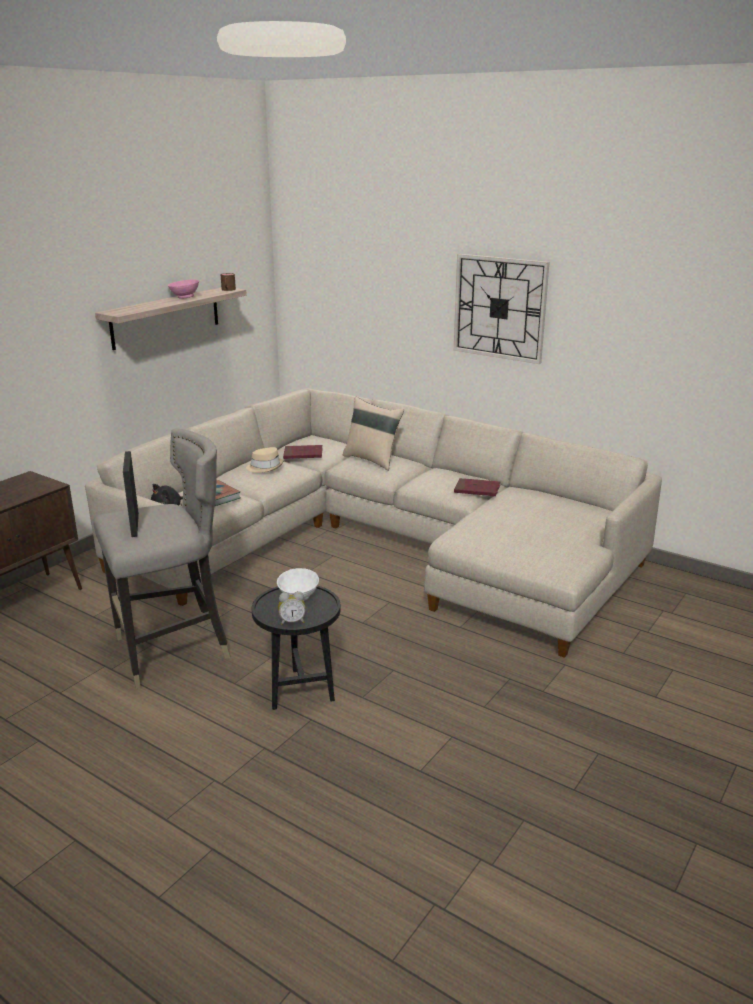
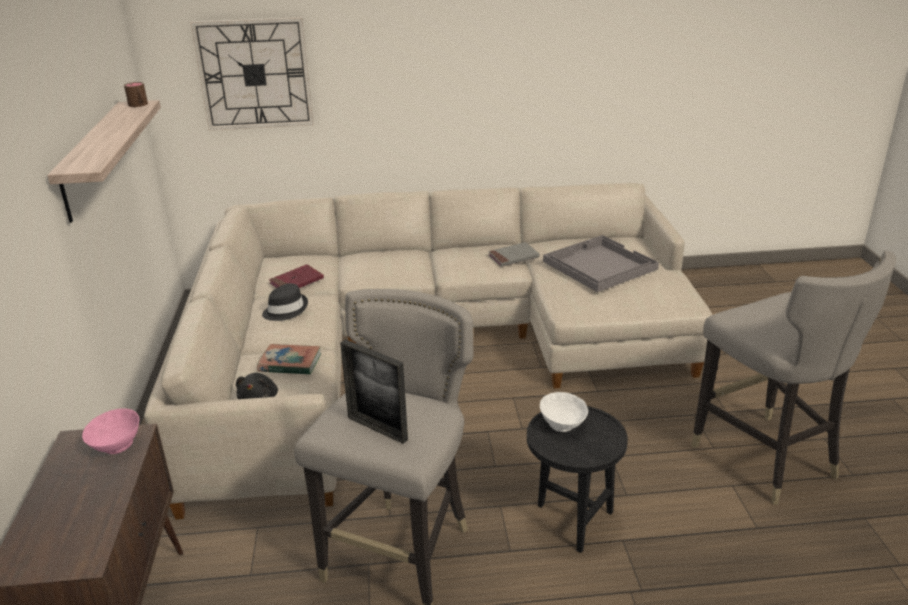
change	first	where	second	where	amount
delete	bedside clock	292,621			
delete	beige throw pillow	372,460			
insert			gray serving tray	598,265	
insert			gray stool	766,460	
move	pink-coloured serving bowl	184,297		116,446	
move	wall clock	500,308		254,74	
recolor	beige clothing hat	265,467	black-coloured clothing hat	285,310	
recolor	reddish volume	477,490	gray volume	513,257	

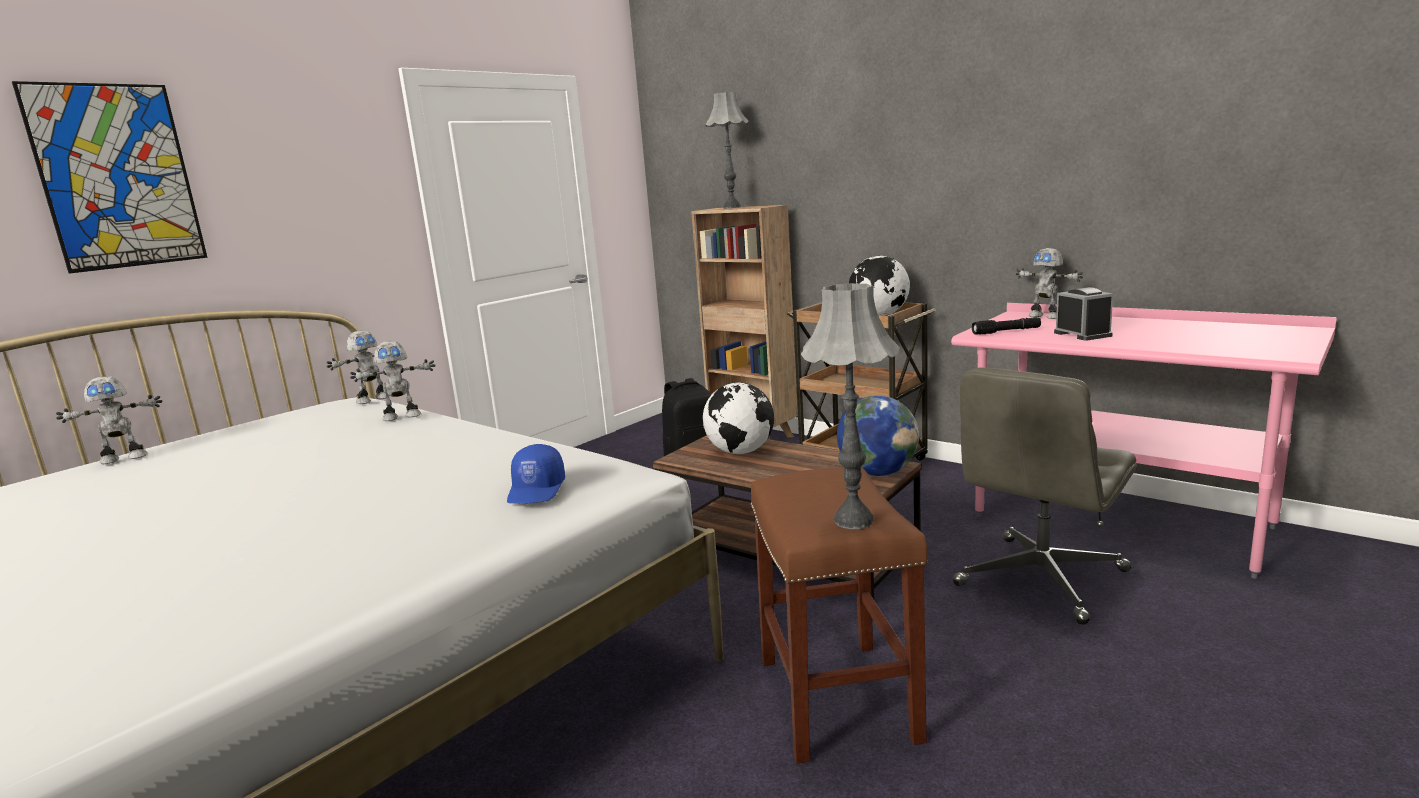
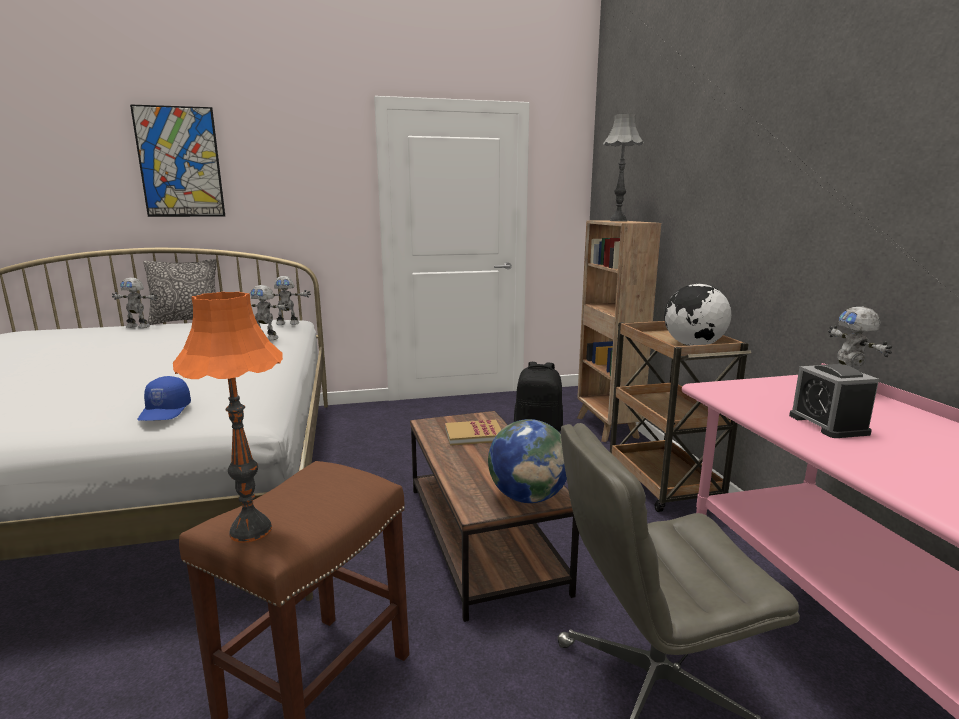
change	first	where	second	where	amount
delete	black-coloured hand torch	1006,331			
insert			throw pillow	187,321	
replace	globe	741,452	volume	473,435	
recolor	gray tabletop lamp	854,521	orange tabletop lamp	250,531	
rotate	blue-coloured peaked cap	537,490		166,411	45 degrees counterclockwise
rotate	bedside clock	1082,334		828,424	150 degrees clockwise

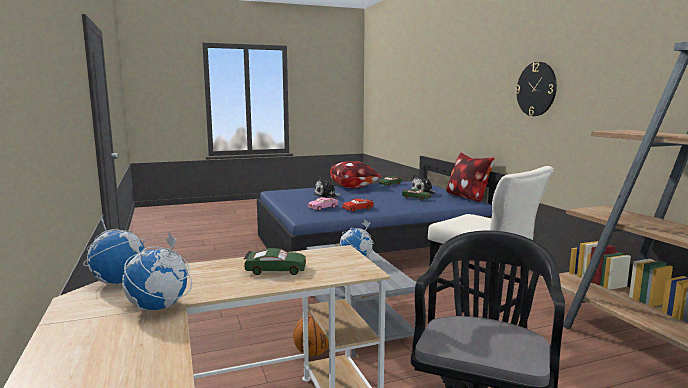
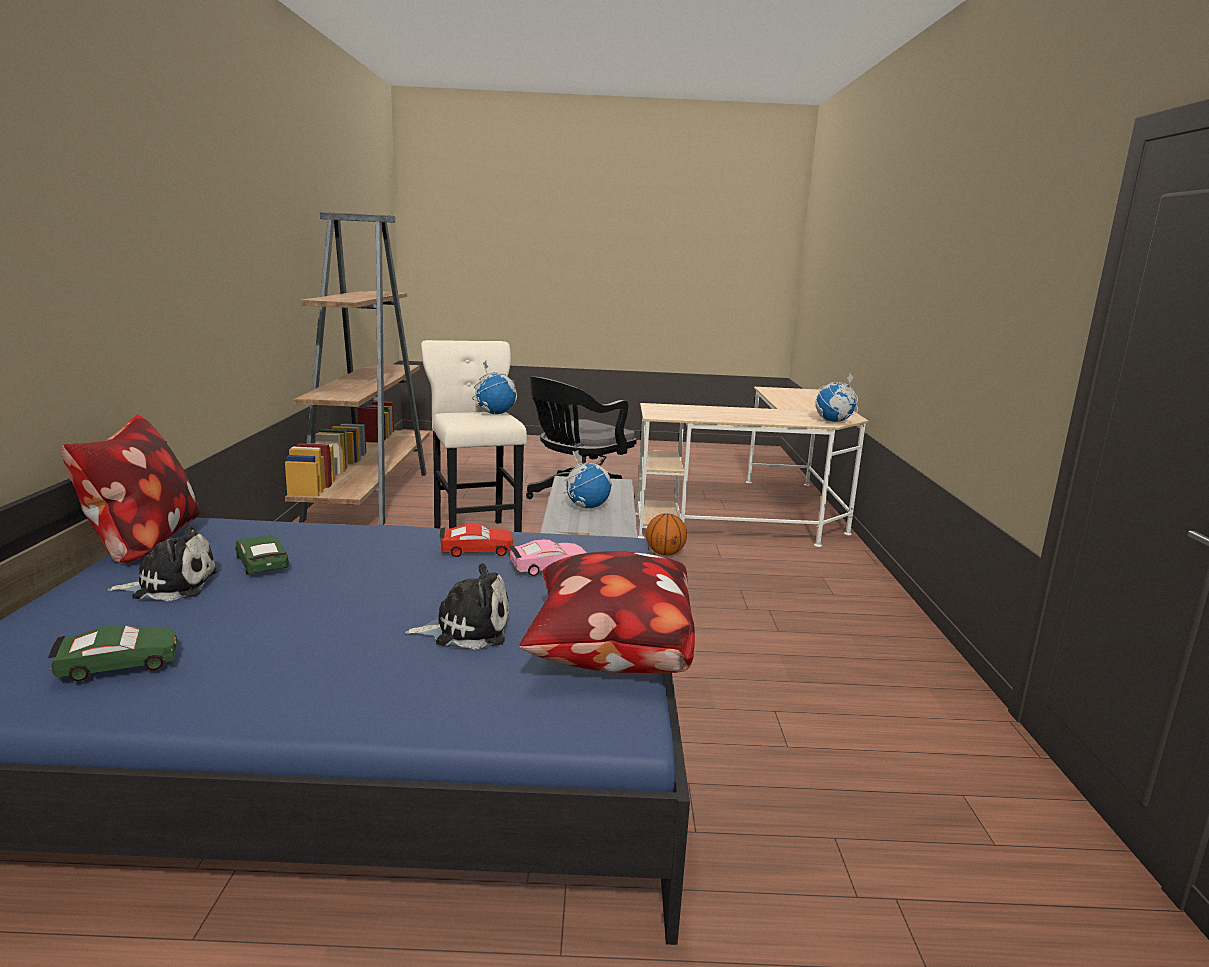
change	first	where	second	where	amount
delete	green model car	275,269			
delete	wall clock	536,89			
move	globe	159,307		495,413	
move	throw pillow	354,187		608,657	

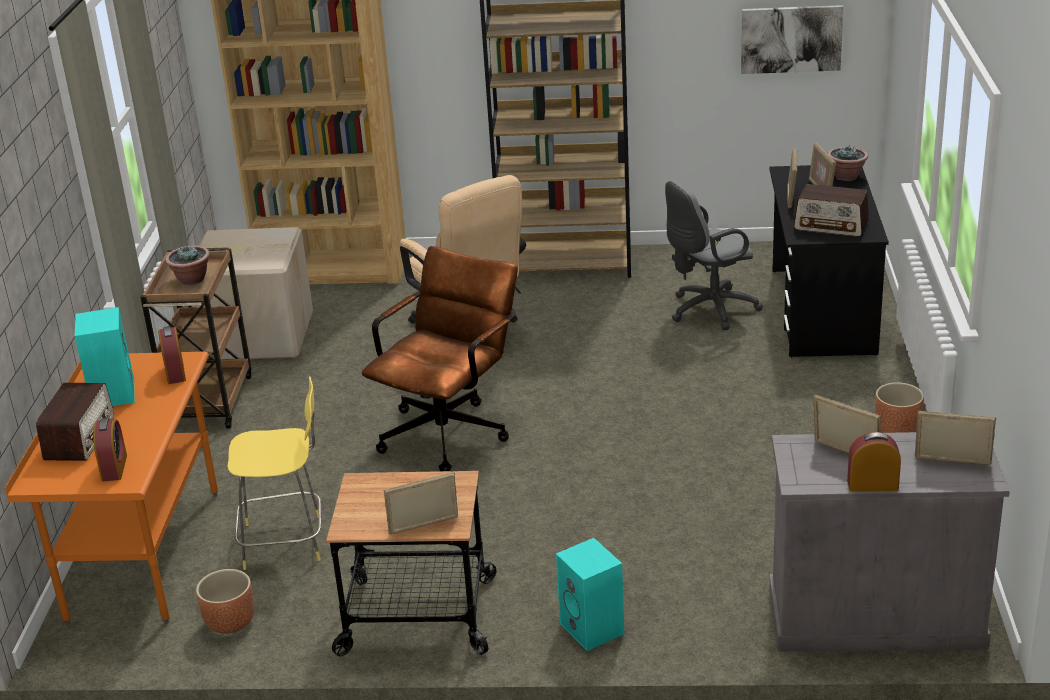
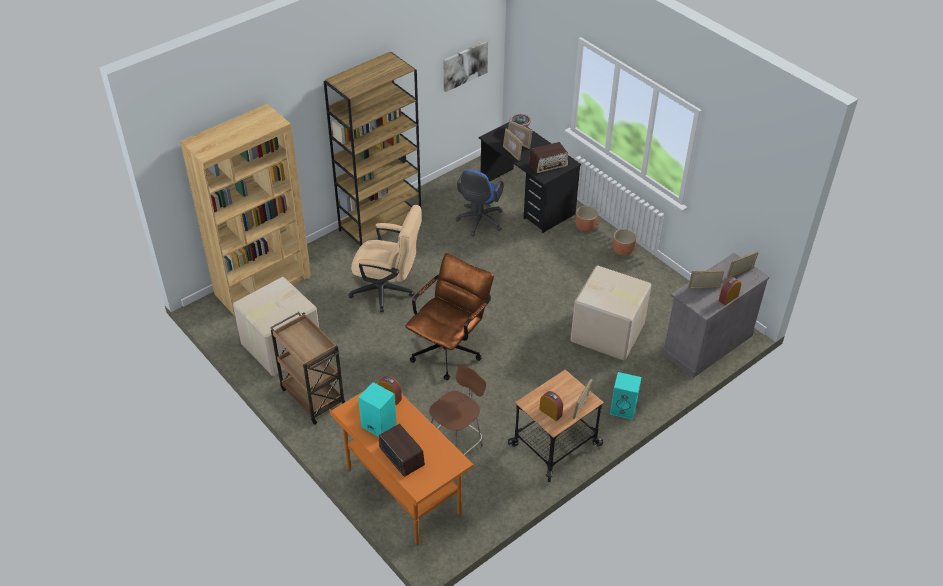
change	first	where	second	where	amount
delete	potted plant	191,280			
insert			carton	608,333	
move	bedside clock	114,467		550,412	
move	brown flower pot	229,622		585,227	
recolor	yellowish stool	286,541	brown stool	456,446	
recolor	gray office chair	708,310	blue-coloured office chair	479,222	
rotate	brown office chair	450,430		450,348	45 degrees clockwise

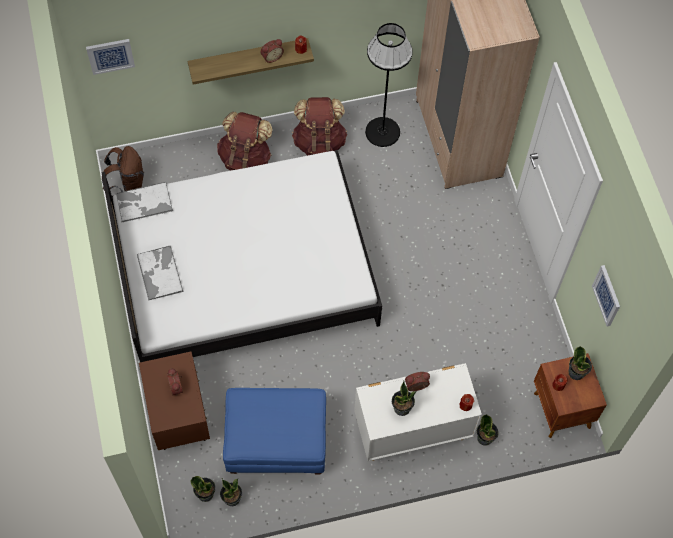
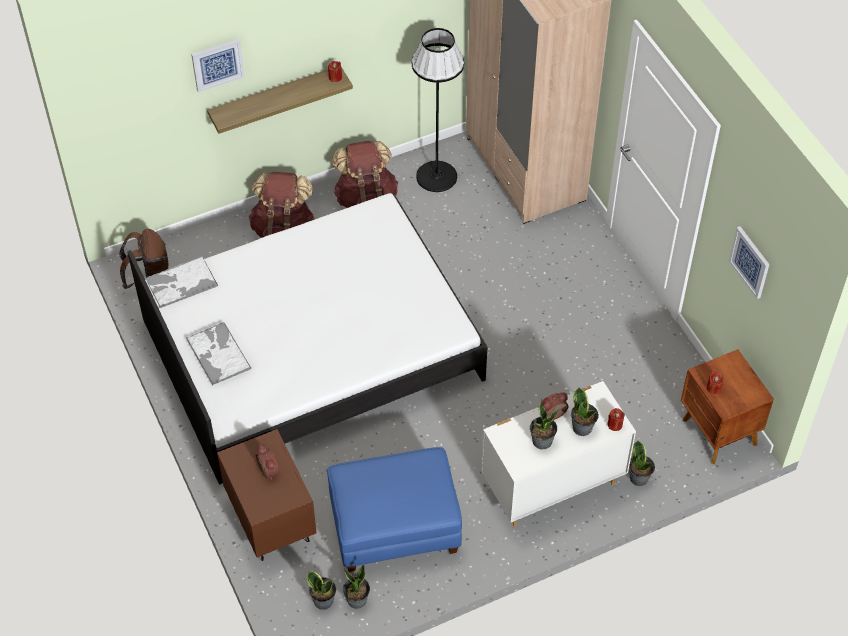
change	first	where	second	where	amount
delete	bedside clock	271,56			
move	wall art	110,55		217,64	
move	potted plant	576,372		582,427	

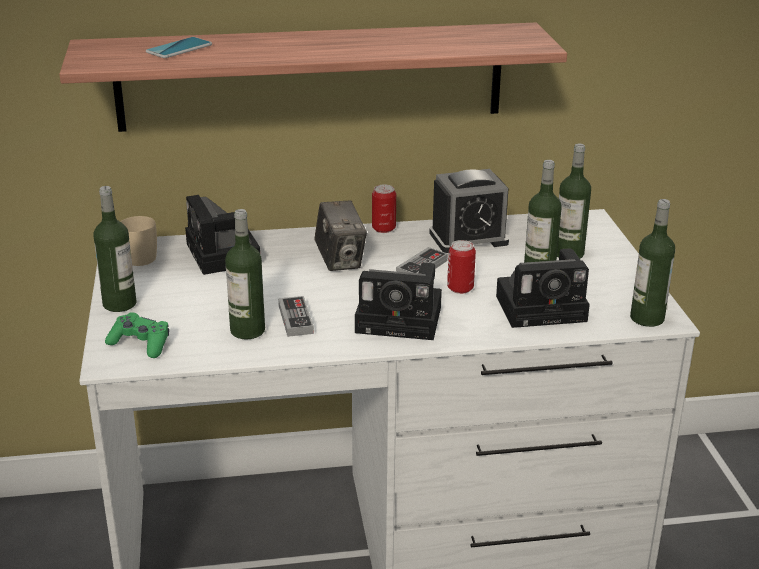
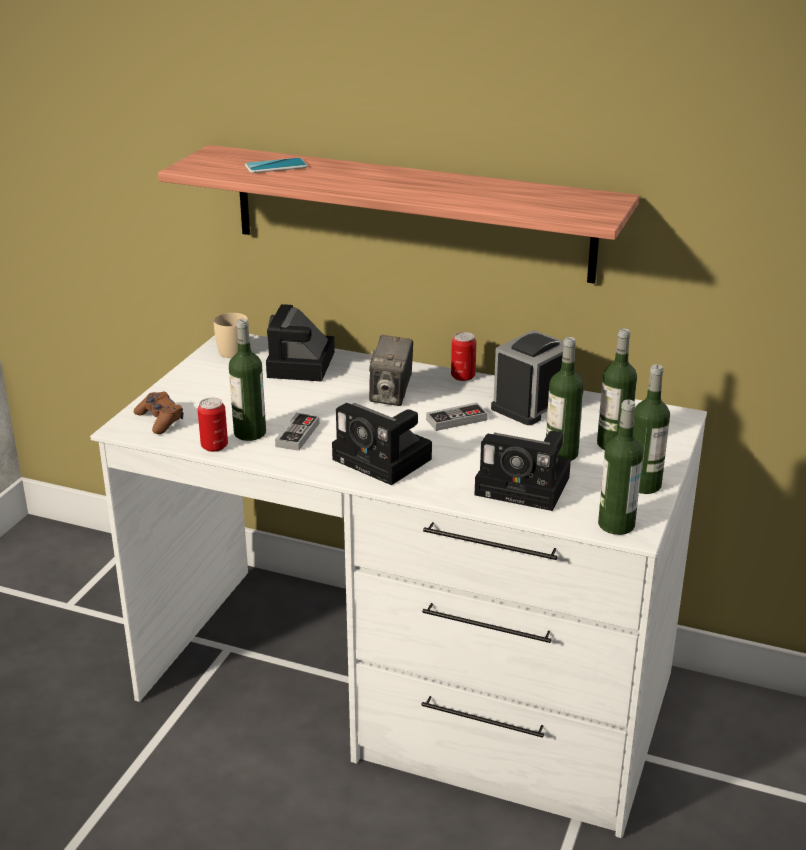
change	first	where	second	where	amount
move	drink bottle	119,304		643,485	
move	metal can	460,288		214,446	
recolor	green game controller	140,344	brown game controller	160,420	
rotate	bedside clock	468,238		532,405	120 degrees clockwise

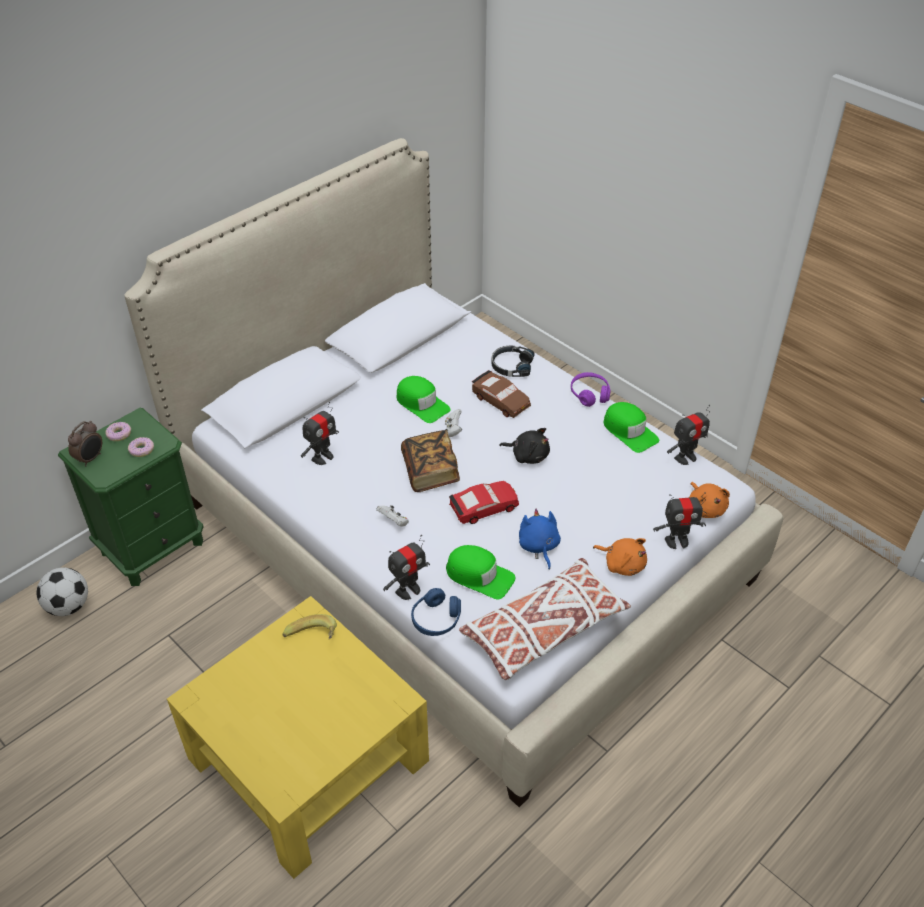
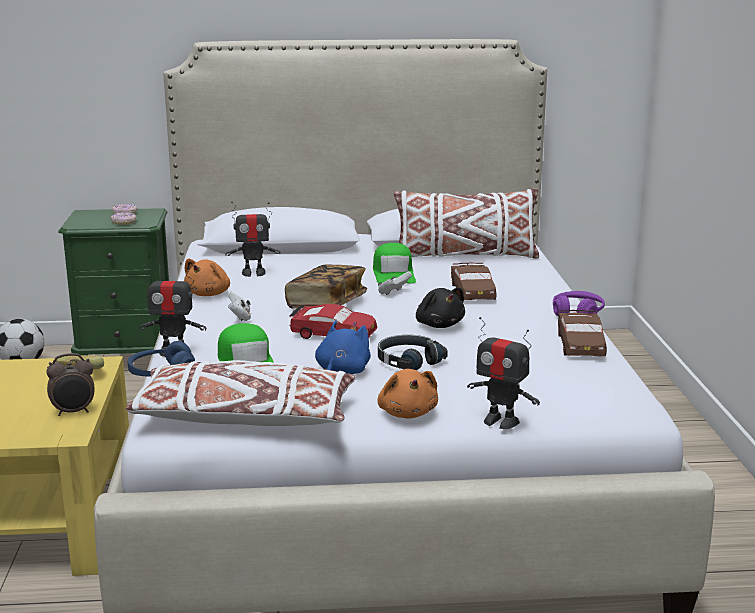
change	first	where	second	where	amount
delete	toy robot	685,457			
insert			white throw pillow	465,256	
move	bedside clock	91,458		73,412	
move	black-coloured headset	511,366		408,361	
move	orange soft toy	705,508		209,294	
replace	green peaked cap	629,431	brown model car	581,344	

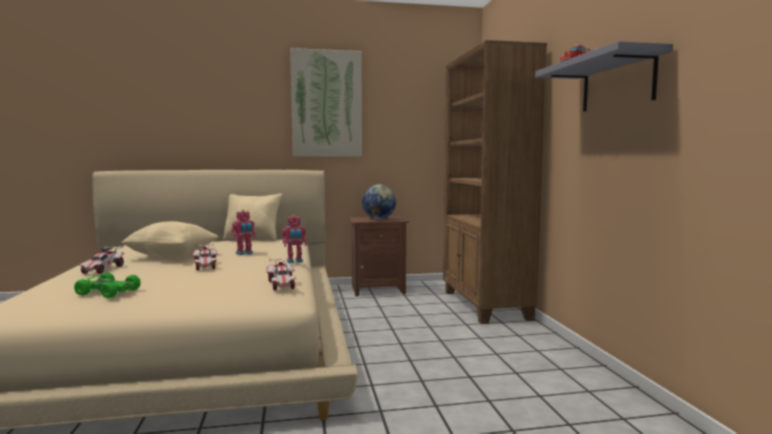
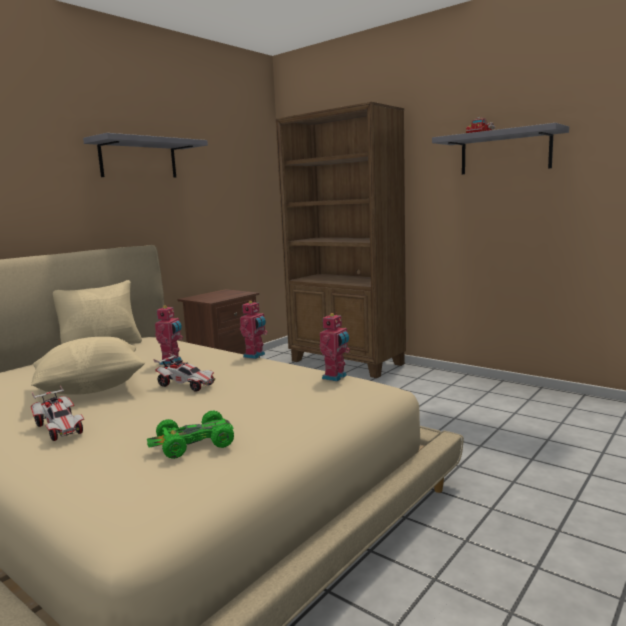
change	first	where	second	where	amount
delete	globe	379,219			
replace	model car	282,285	toy robot	336,377	
replace	wall art	326,104	gray shelf	138,159	

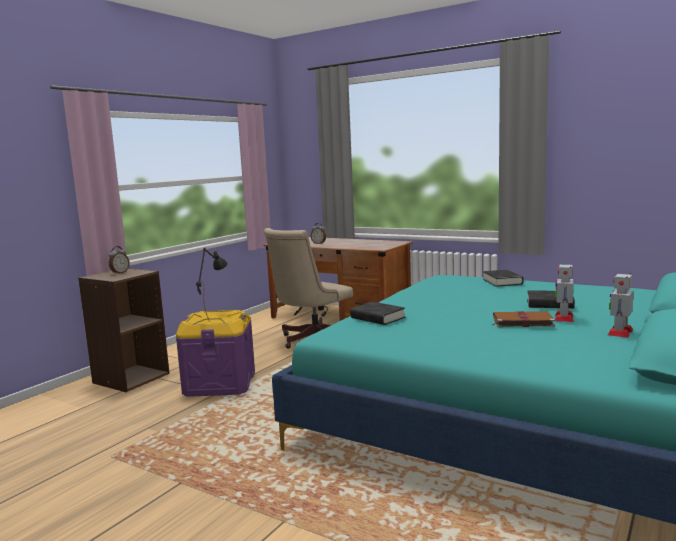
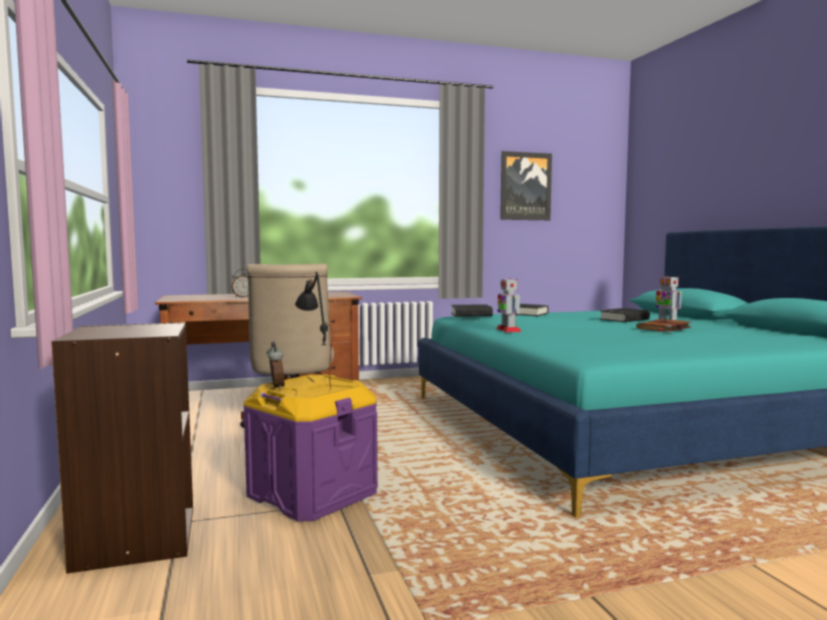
change	first	where	second	where	amount
insert			wall art	525,186	
move	bedside clock	119,273		276,387	
move	black-coloured volume	377,318		471,315	
move	toy robot	620,332		508,330	

